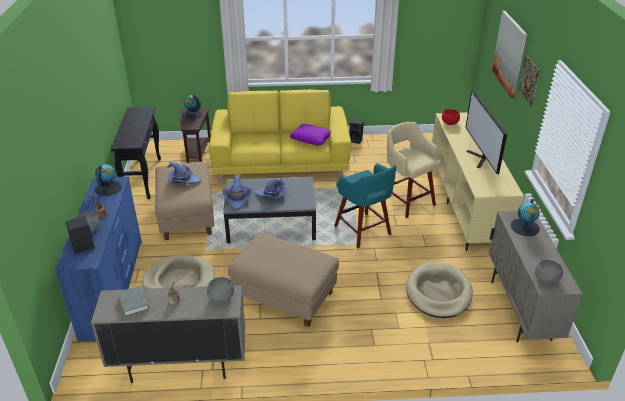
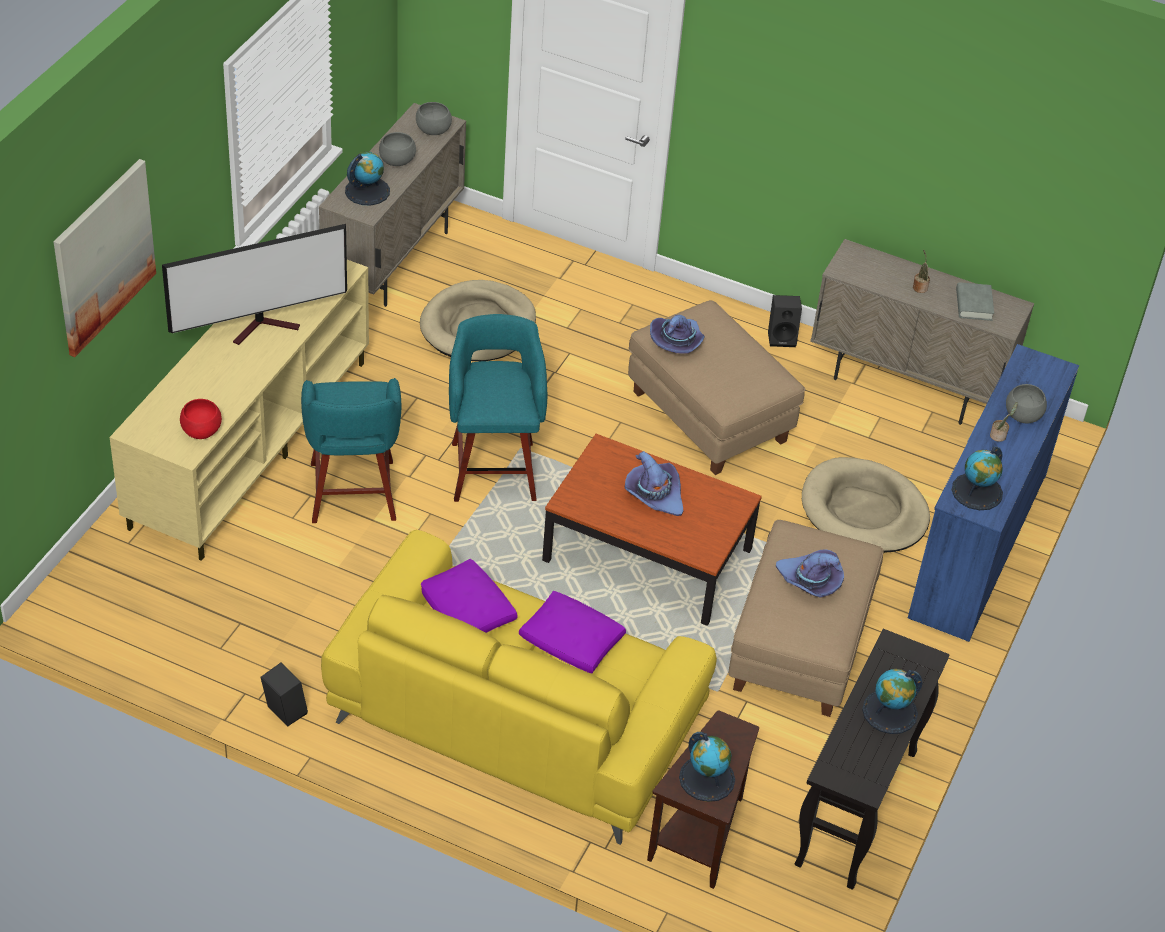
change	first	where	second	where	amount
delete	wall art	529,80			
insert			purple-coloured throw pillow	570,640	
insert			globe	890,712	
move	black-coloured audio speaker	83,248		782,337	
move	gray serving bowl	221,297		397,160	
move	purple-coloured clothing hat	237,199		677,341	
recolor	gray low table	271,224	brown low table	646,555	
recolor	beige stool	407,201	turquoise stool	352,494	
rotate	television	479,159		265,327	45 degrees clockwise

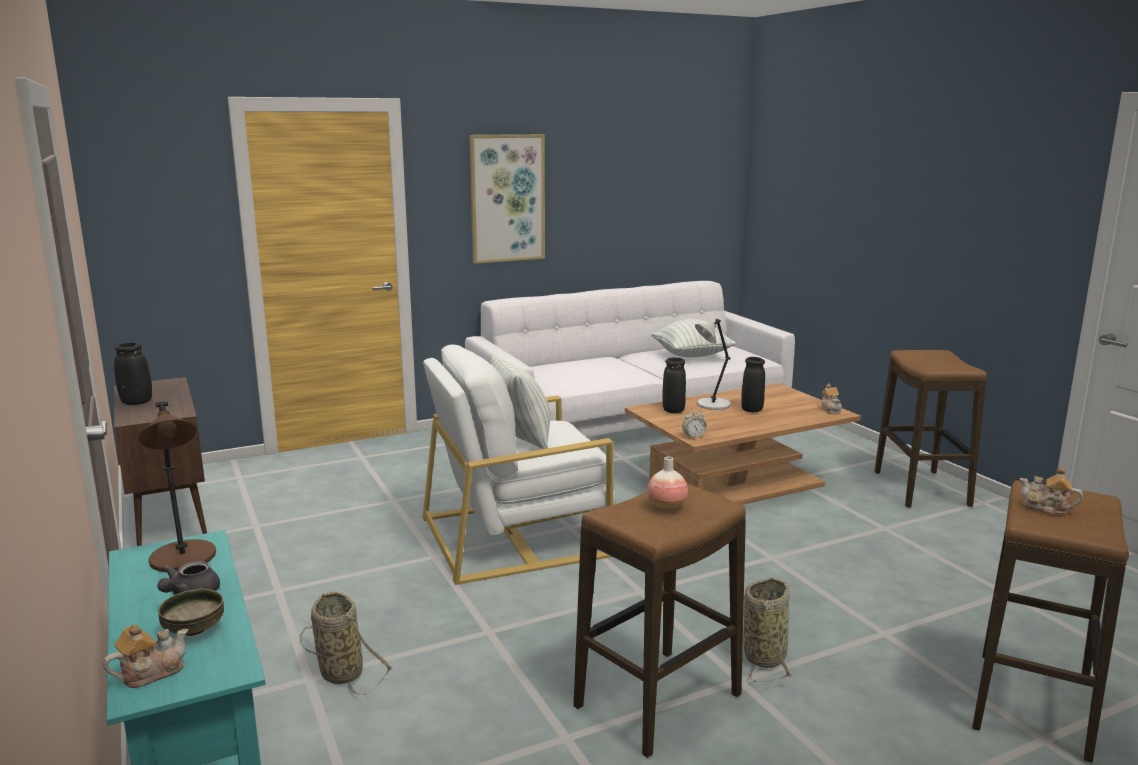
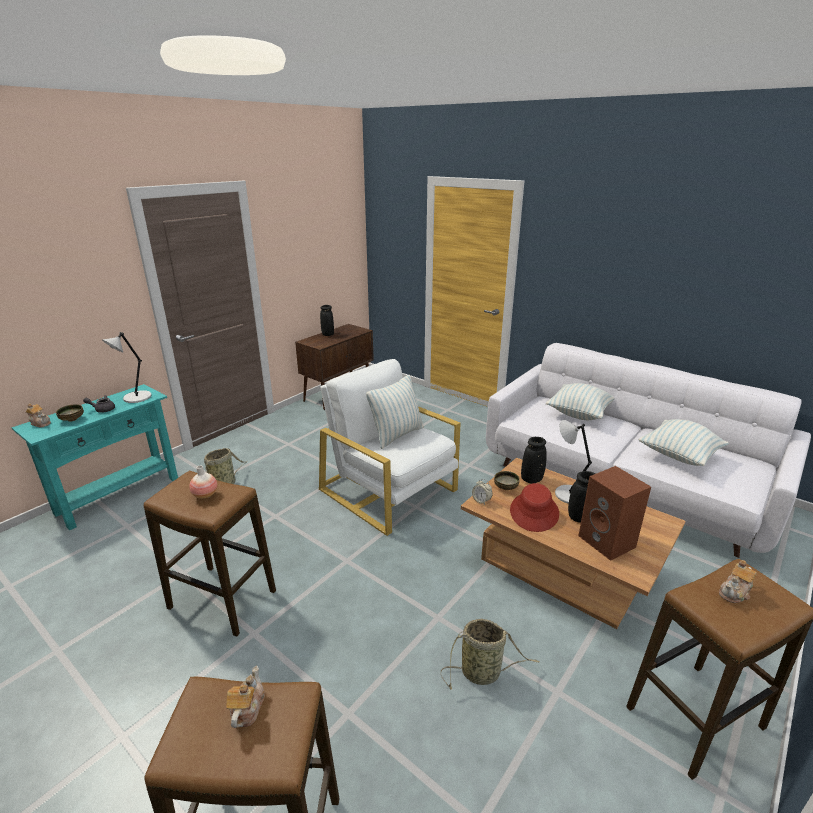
change	first	where	second	where	amount
delete	wall art	507,198			
insert			serving bowl	505,488	
insert			reddish clothing hat	534,512	
insert			throw pillow	579,414	
insert			brown audio speaker	608,542	
move	basket	765,655		483,672	
move	pot for tea	831,410		735,592	
recolor	brown tabletop lamp	184,559	gray tabletop lamp	136,398	

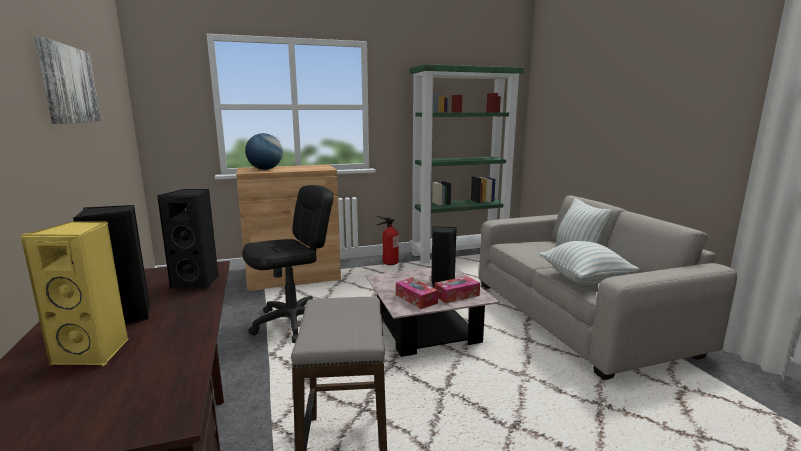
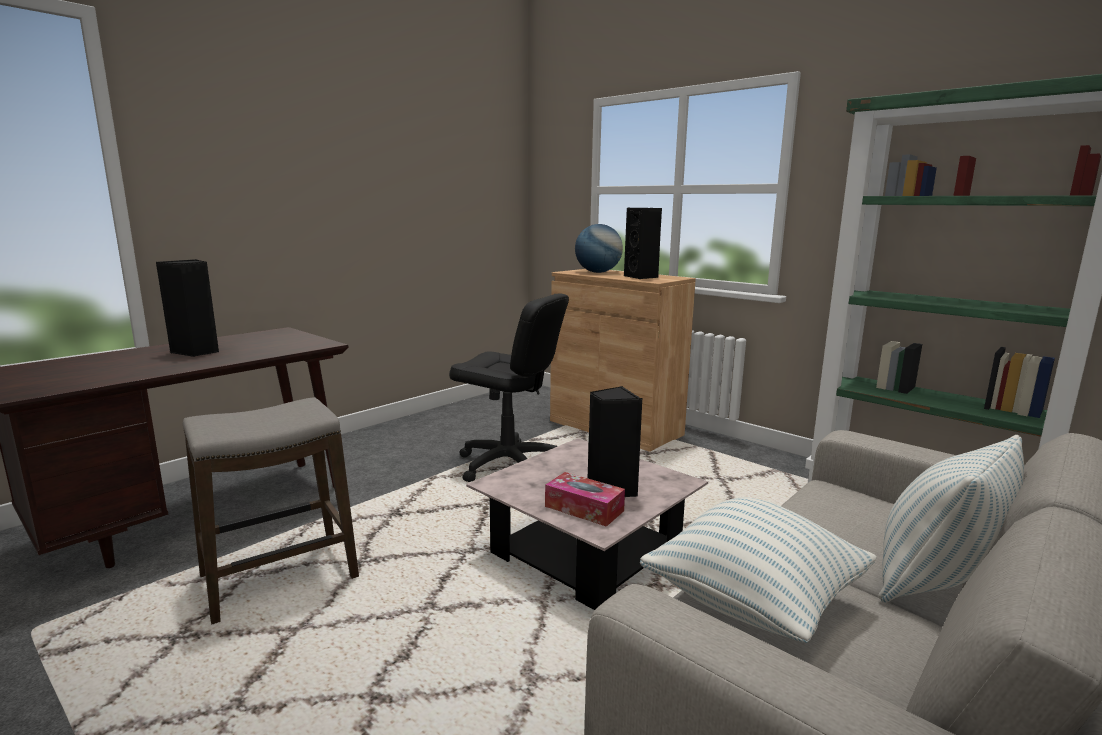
change	first	where	second	where	amount
delete	yellowish audio speaker	95,352			
delete	wall art	68,84			
delete	fire-fighting cylinder	389,263			
delete	tissue holder	416,299			
move	black-coloured audio speaker	198,282		642,277	

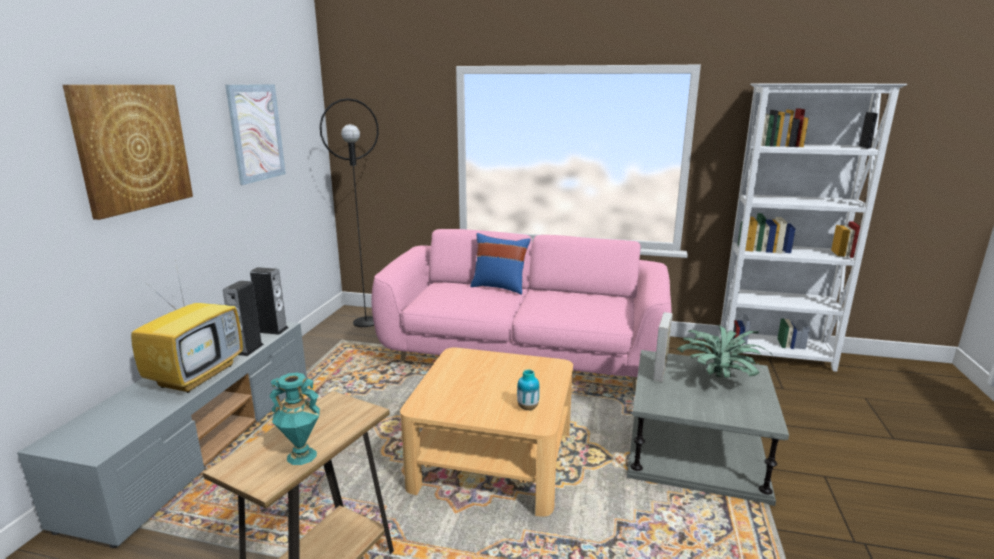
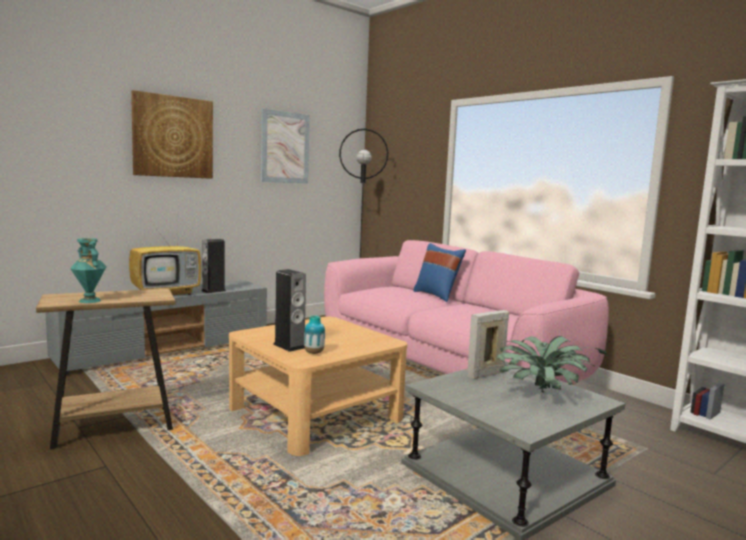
change	first	where	second	where	amount
move	audio speaker	272,330		289,346	

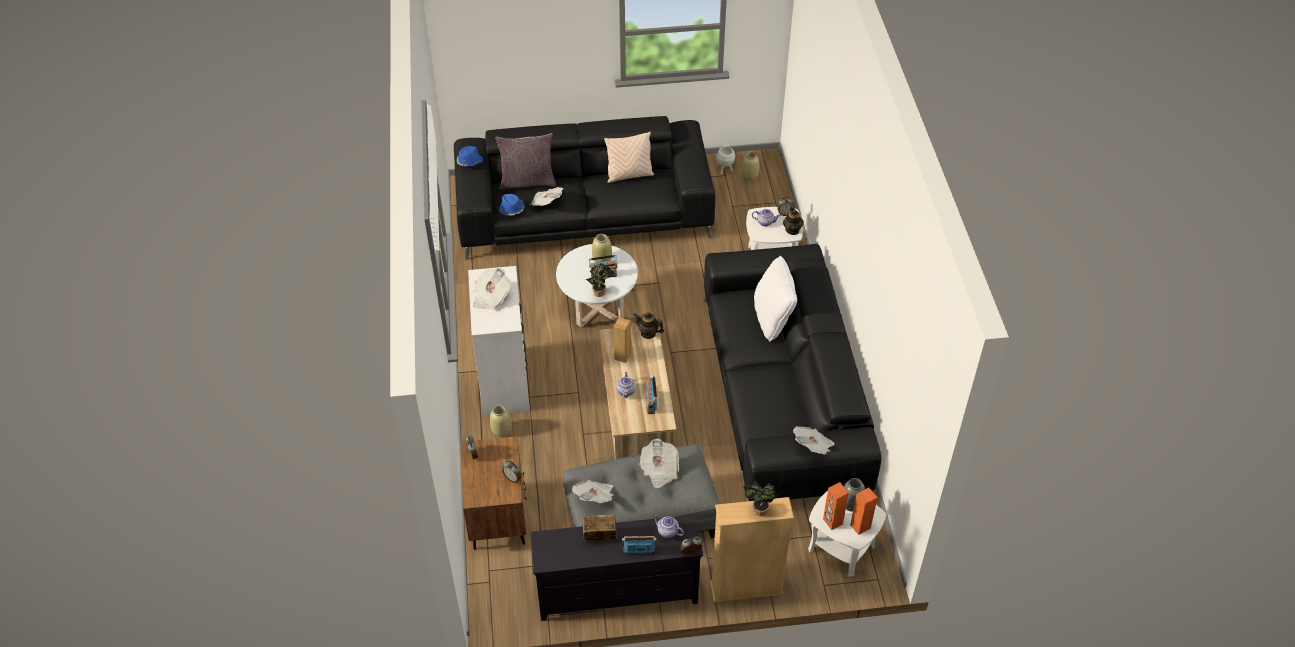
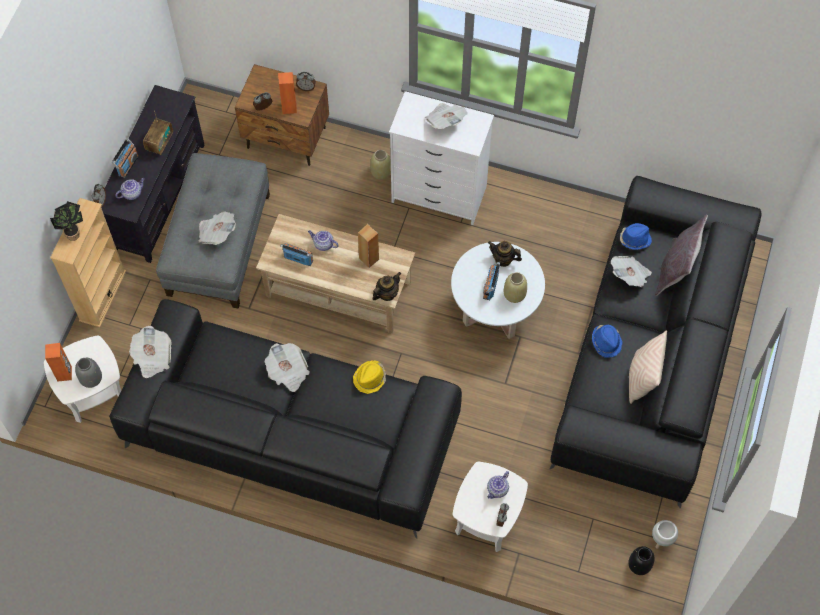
change	first	where	second	where	amount
delete	potted plant	600,294			
delete	white throw pillow	772,319			
insert			yellowish clothing hat	370,378	
move	blue-coloured clothing hat	469,162		606,342	
move	newspaper	595,497		288,372	
move	pot for tea	792,230		503,259	
move	orange audio speaker	832,521		289,107	
recolor	beige decorative vase	749,175	black-coloured decorative vase	639,565	

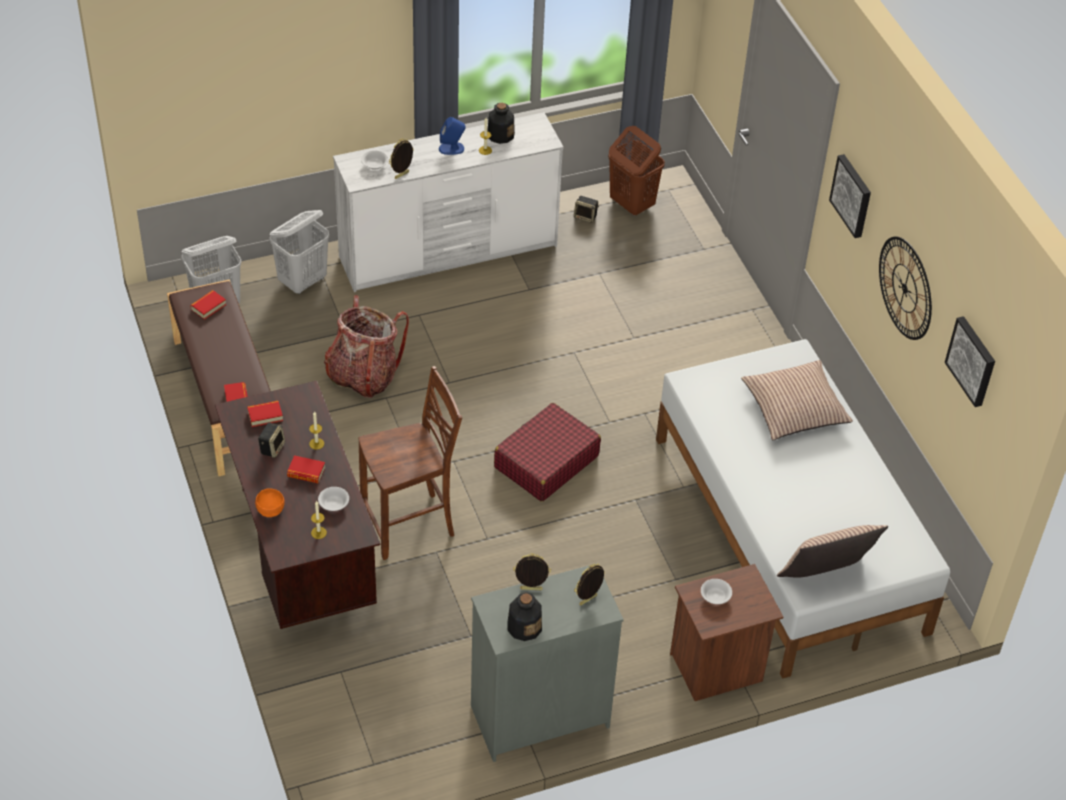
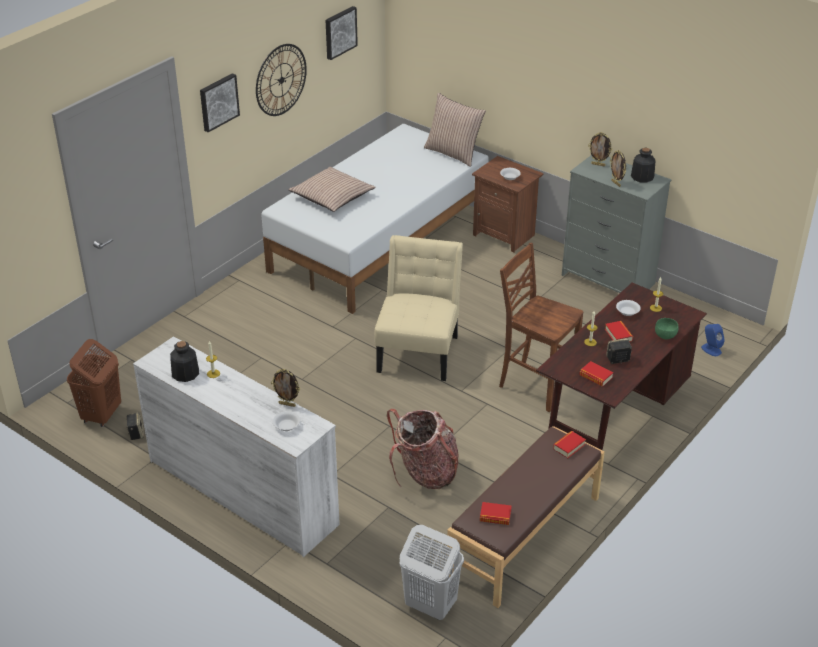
change	first	where	second	where	amount
delete	white hamper	303,281			
move	blue-coloured audio speaker	452,148		711,349	
replace	reddish suitcase	546,462	beige upright chair	419,350	
recolor	orange serving bowl	270,509	green serving bowl	665,335	

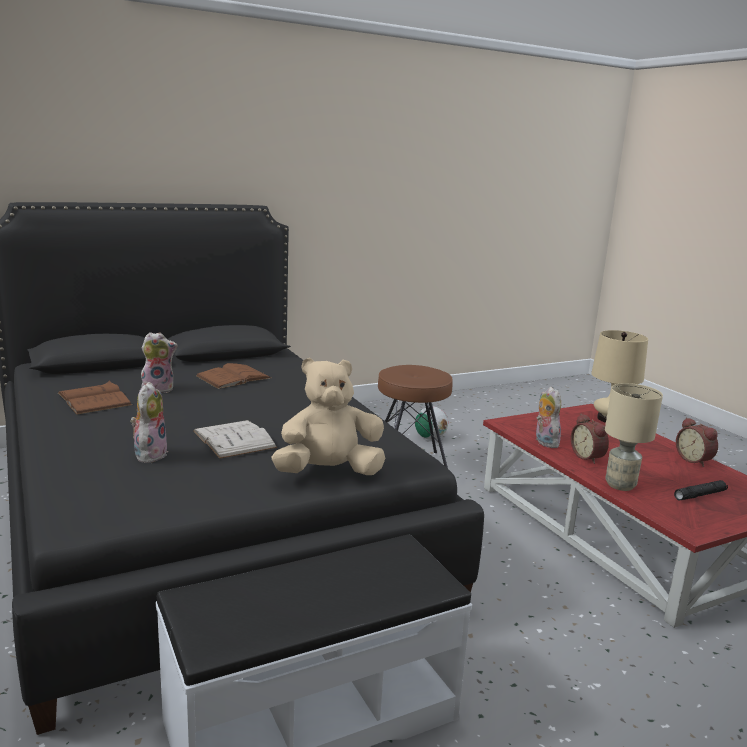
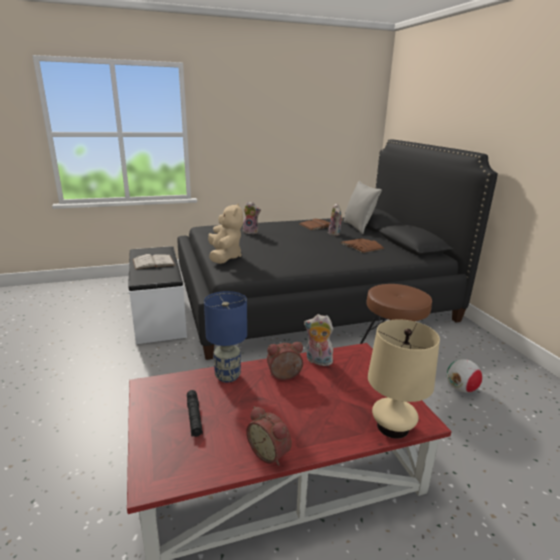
change	first	where	second	where	amount
insert			gray throw pillow	358,227	
move	white volume	234,439		153,262	
recolor	beige tabletop lamp	621,485	blue-coloured tabletop lamp	227,376	
rotate	soft toy	544,442		317,361	150 degrees counterclockwise
rotate	bedside clock	694,460		270,452	120 degrees counterclockwise

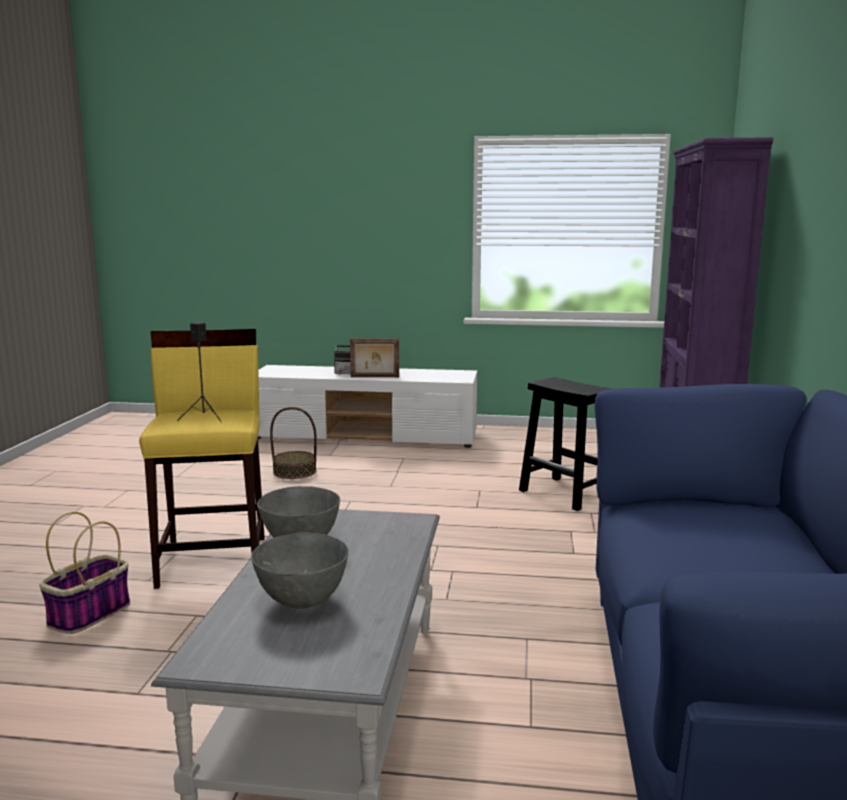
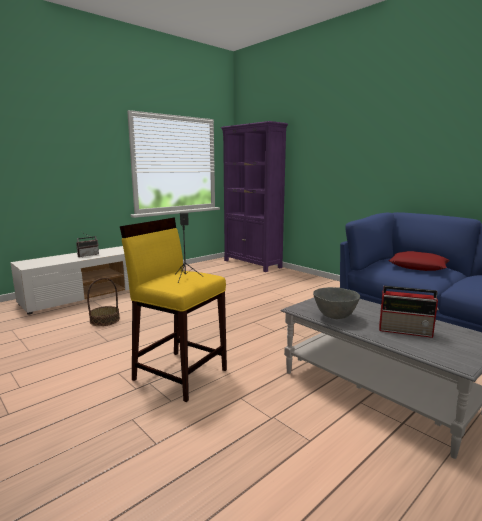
change	first	where	second	where	amount
delete	basket	89,615			
delete	photo frame	374,377			
delete	black-coloured stool	567,493			
insert			reddish throw pillow	418,266	
replace	gray serving bowl	303,600	radio receiver	406,331	

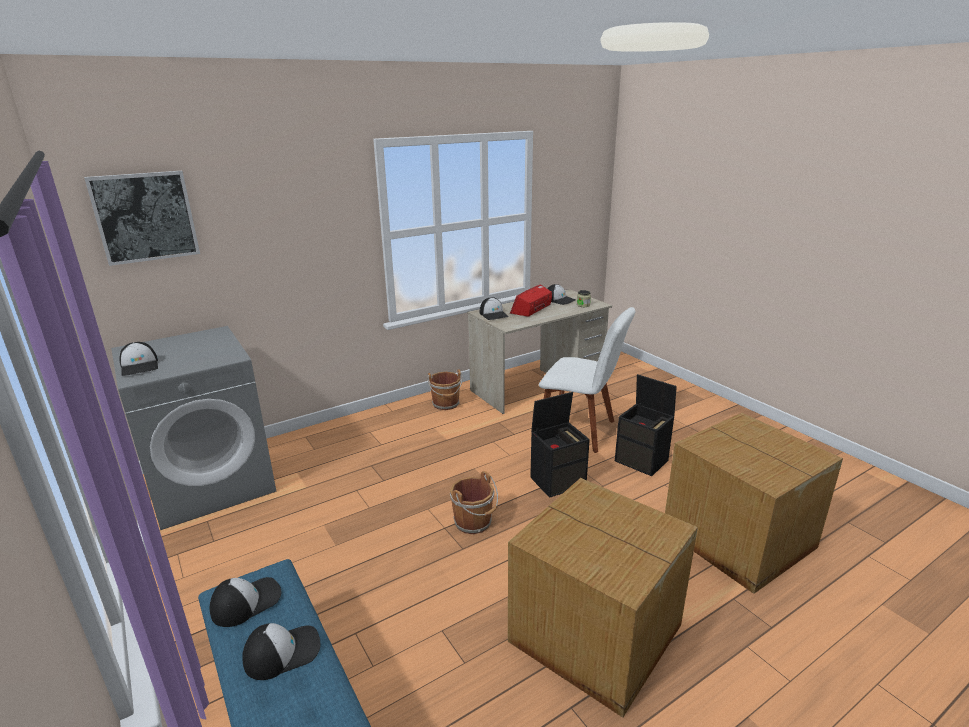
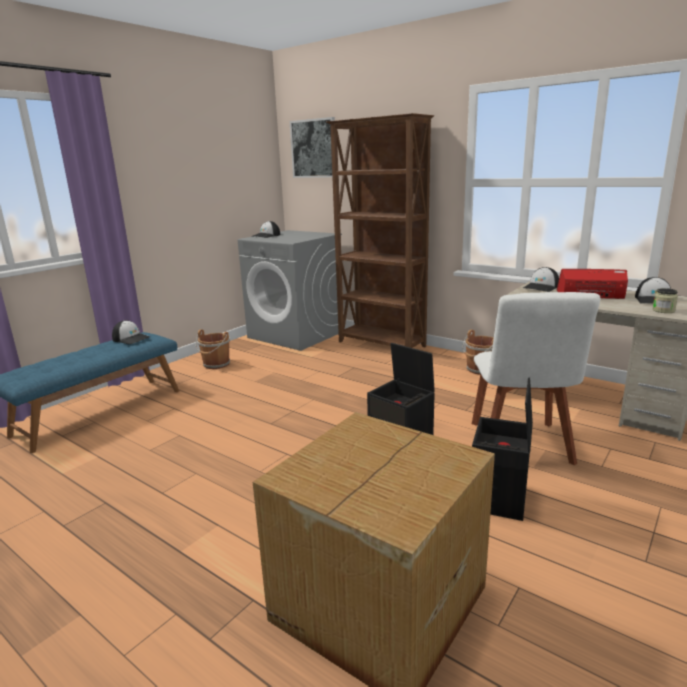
change	first	where	second	where	amount
delete	peaked cap	282,652			
delete	carton	596,635			
insert			brown shelving unit	381,344	
move	brown pail	474,523		216,365	

